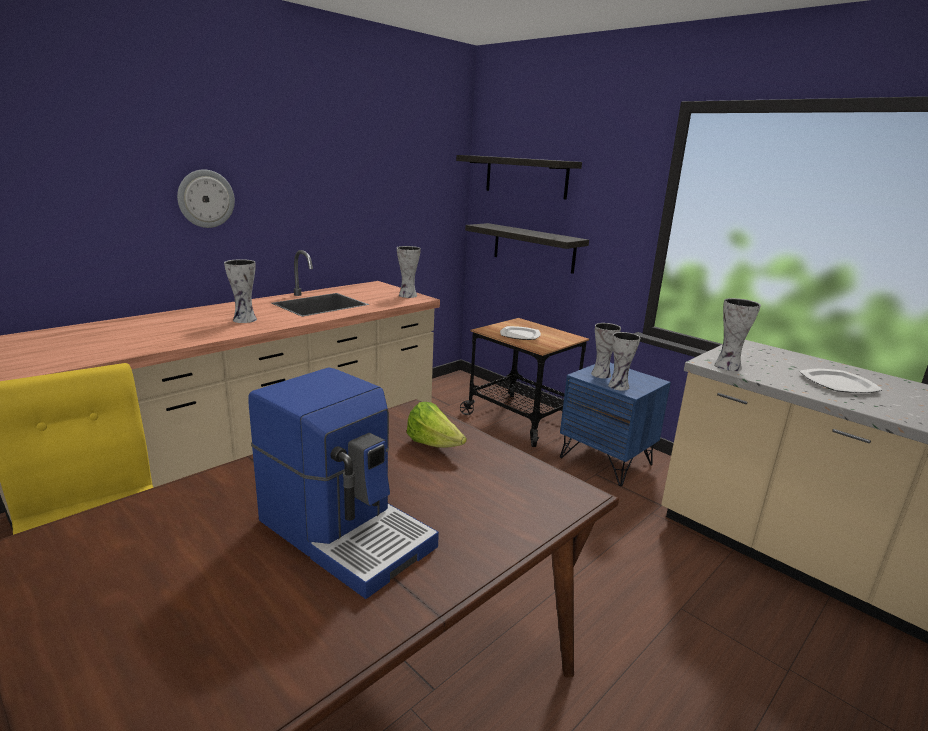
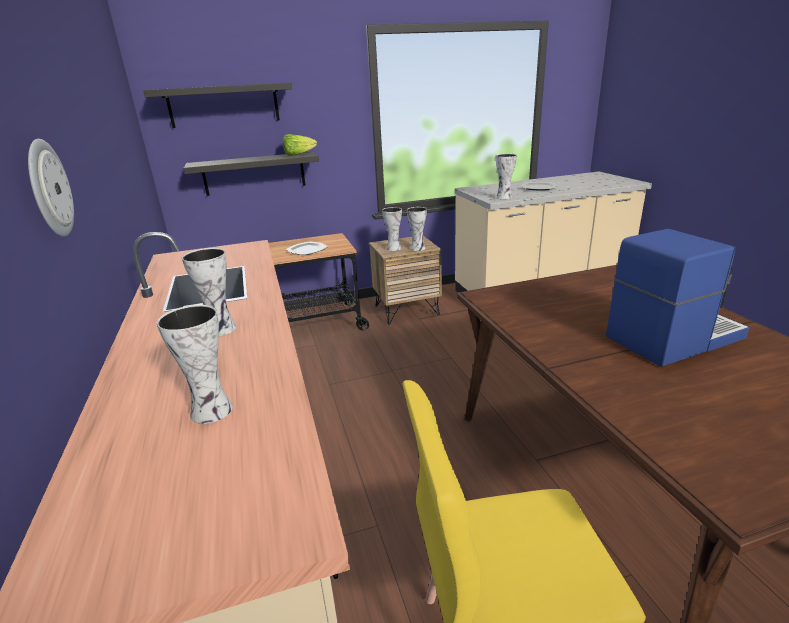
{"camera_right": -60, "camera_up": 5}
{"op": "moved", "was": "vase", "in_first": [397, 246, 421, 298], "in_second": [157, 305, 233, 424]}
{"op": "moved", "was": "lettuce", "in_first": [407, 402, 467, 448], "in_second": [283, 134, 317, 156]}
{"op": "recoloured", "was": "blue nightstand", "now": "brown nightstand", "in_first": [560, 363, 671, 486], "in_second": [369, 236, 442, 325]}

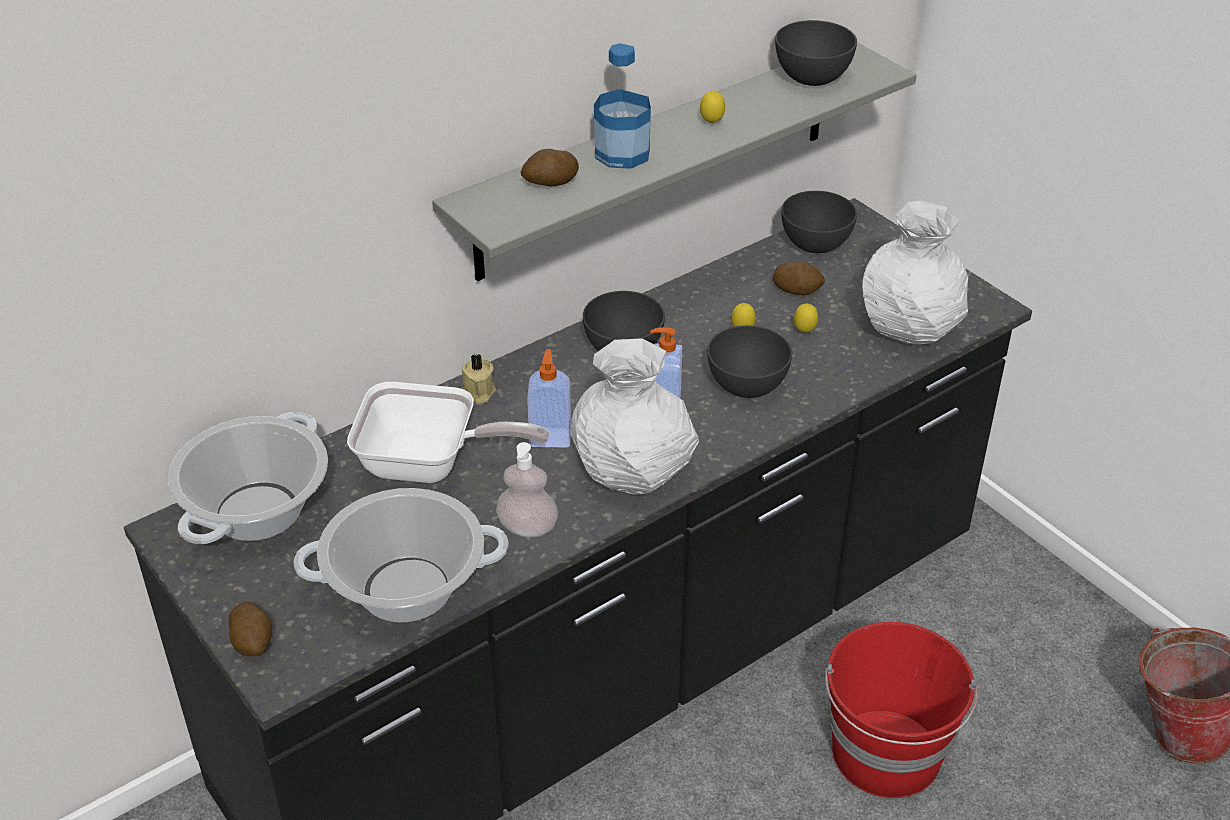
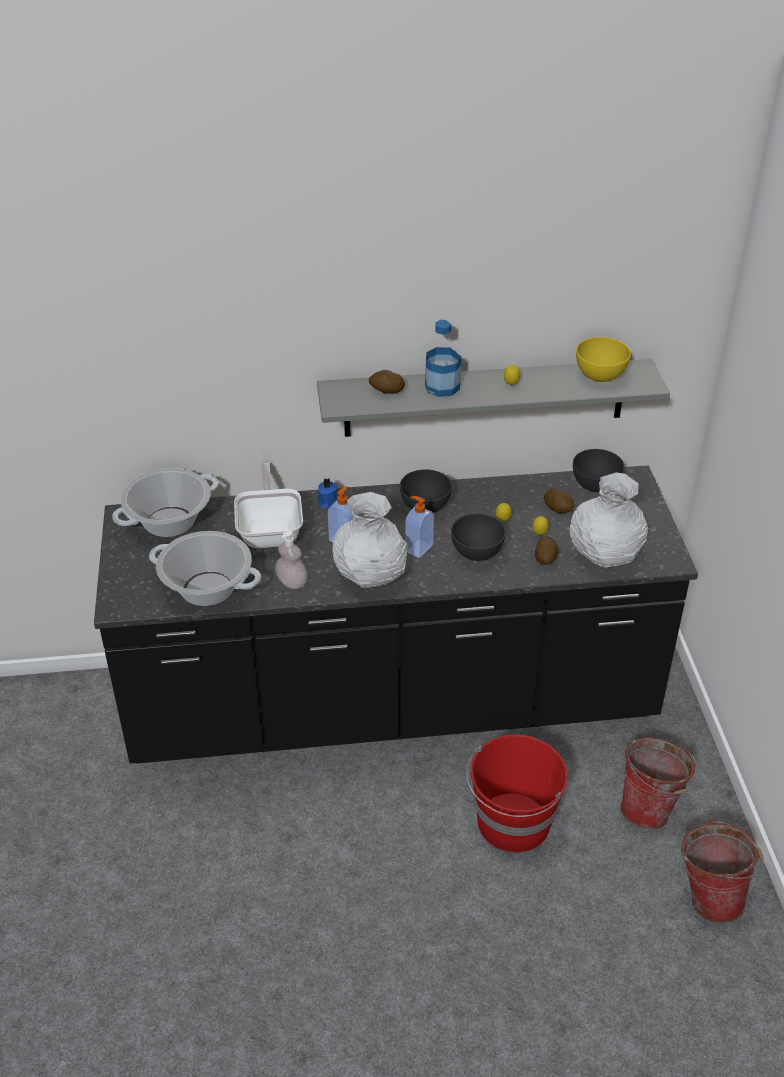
{"camera_right": 30, "camera_up": 0}
{"op": "added", "now": "bucket", "in_second": [620, 737, 698, 829]}
{"op": "moved", "was": "potato", "in_first": [229, 602, 272, 656], "in_second": [535, 536, 559, 565]}
{"op": "recoloured", "was": "beige candle", "now": "blue candle", "in_first": [462, 354, 496, 404], "in_second": [318, 478, 337, 509]}
{"op": "recoloured", "was": "grey bowl", "now": "yellow bowl", "in_first": [775, 20, 857, 86], "in_second": [576, 337, 631, 382]}
{"op": "turned", "was": "frying pan", "in_first": [347, 382, 549, 483], "in_second": [234, 461, 303, 548], "clockwise": -135}

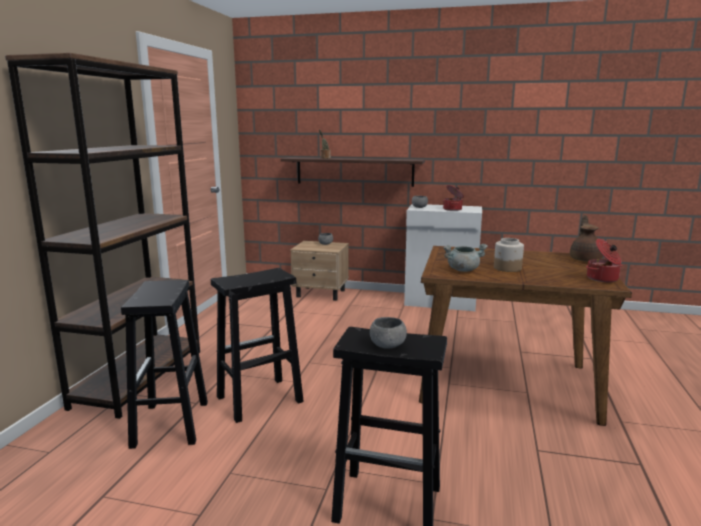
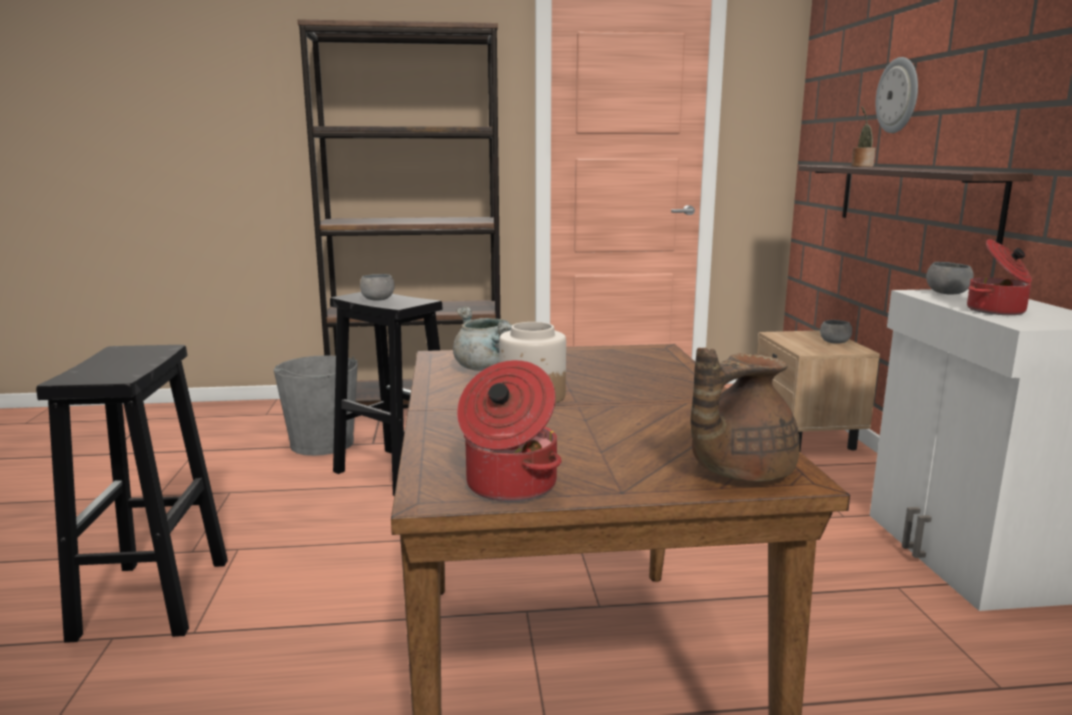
{"camera_right": 70, "camera_up": 0}
{"op": "added", "now": "wall clock", "in_second": [876, 57, 918, 133]}
{"op": "moved", "was": "grey bowl", "in_first": [370, 317, 407, 349], "in_second": [360, 274, 395, 301]}
{"op": "replaced", "was": "black stool", "now": "grey bucket", "in_first": [121, 280, 208, 449], "in_second": [274, 355, 358, 456]}
{"op": "turned", "was": "brown teapot", "in_first": [570, 215, 603, 261], "in_second": [690, 348, 800, 482], "clockwise": 150}

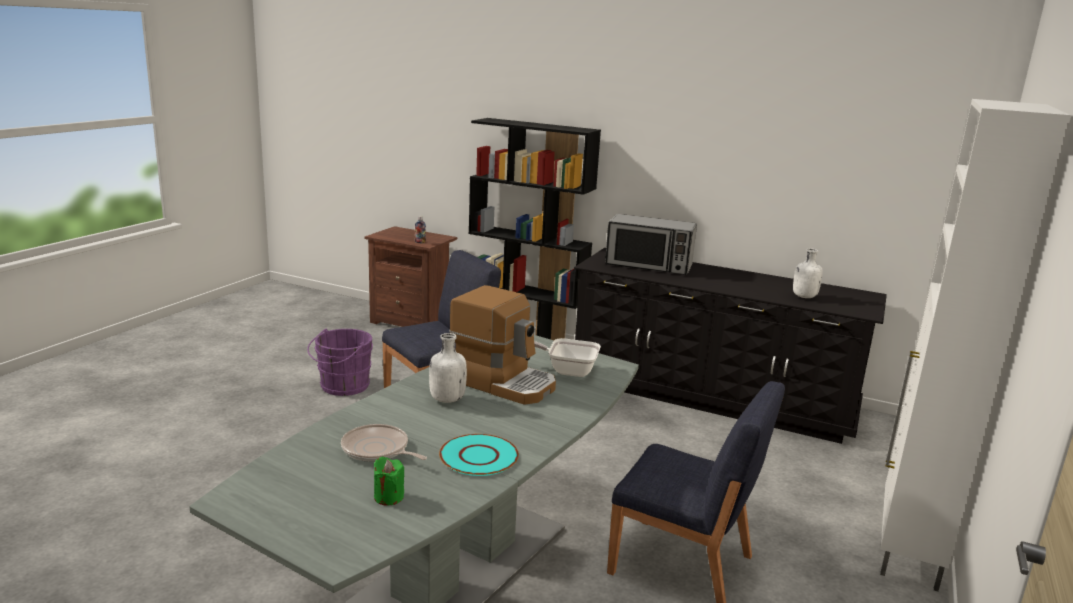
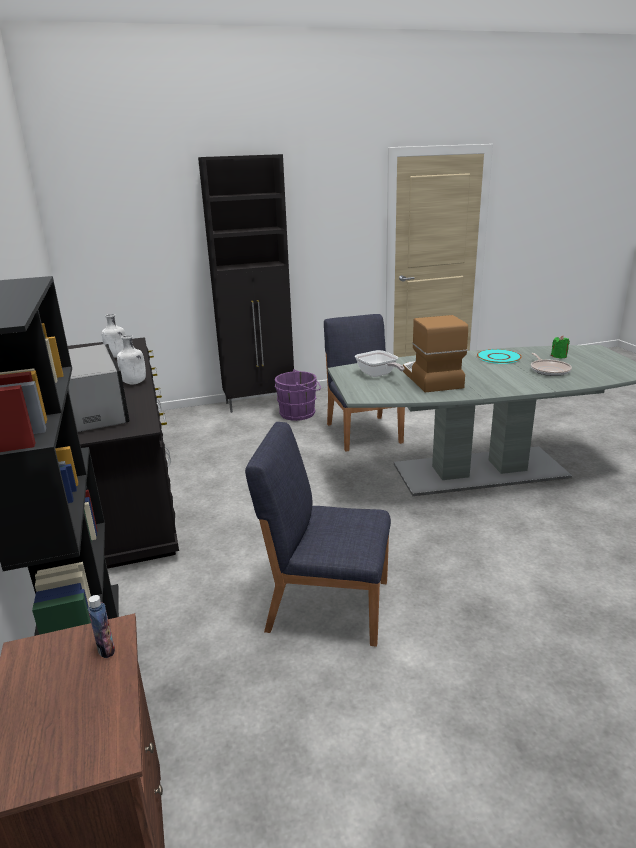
{"camera_right": -130, "camera_up": 5}
{"op": "moved", "was": "purple bucket", "in_first": [307, 329, 373, 396], "in_second": [275, 369, 321, 421]}
{"op": "moved", "was": "white bottle", "in_first": [429, 333, 467, 403], "in_second": [117, 335, 146, 384]}
{"op": "recoloured", "was": "white cabinet", "now": "black cabinet", "in_first": [880, 99, 1071, 592], "in_second": [198, 154, 294, 413]}

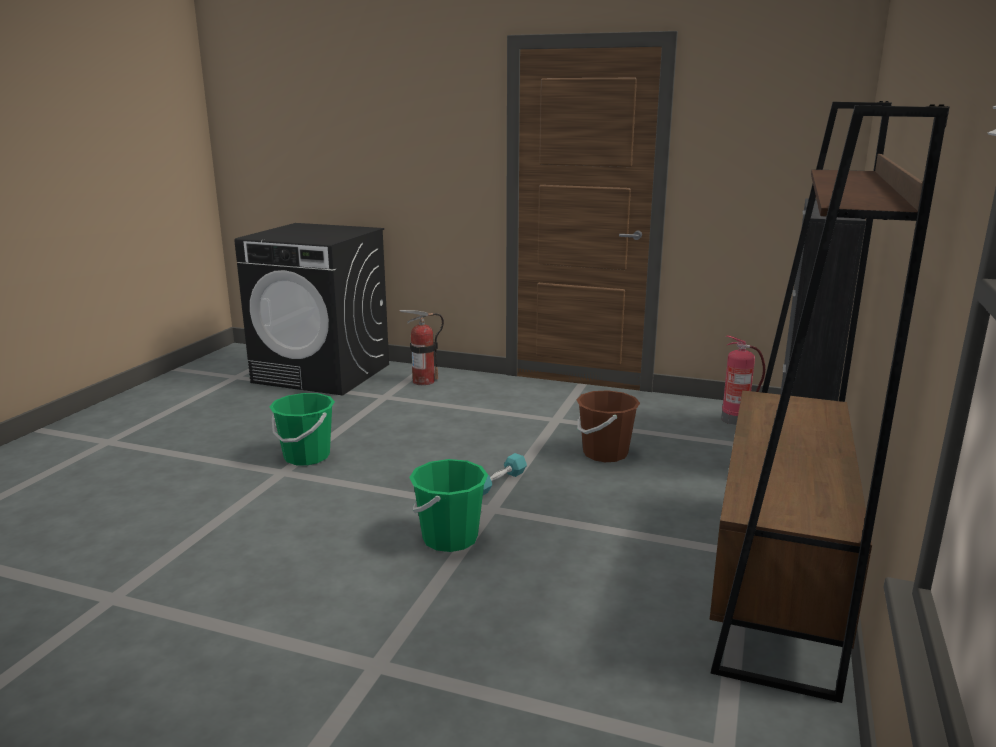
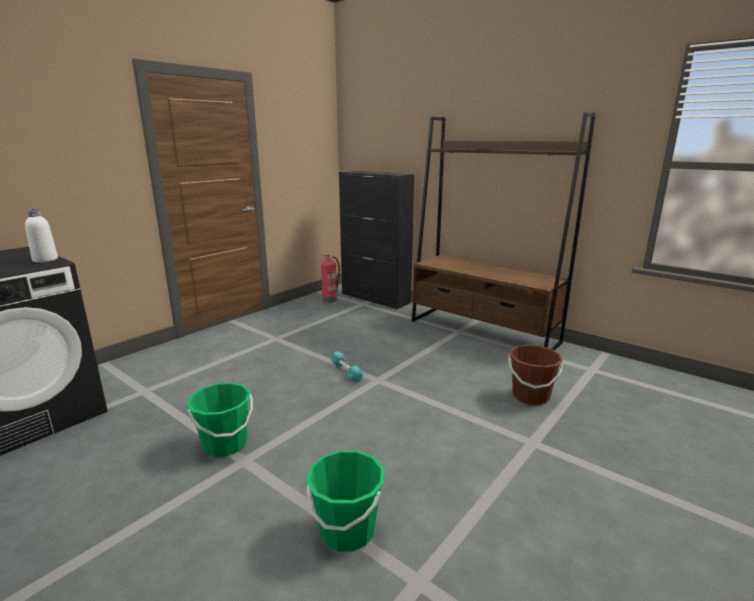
{"camera_right": -70, "camera_up": 0}
{"op": "removed", "was": "fire extinguisher", "in_first": [399, 310, 444, 385]}
{"op": "added", "now": "white bottle", "in_second": [25, 209, 58, 262]}
{"op": "moved", "was": "green bucket", "in_first": [409, 459, 488, 552], "in_second": [306, 450, 384, 552]}
{"op": "moved", "was": "brown bucket", "in_first": [577, 390, 640, 462], "in_second": [508, 345, 563, 405]}

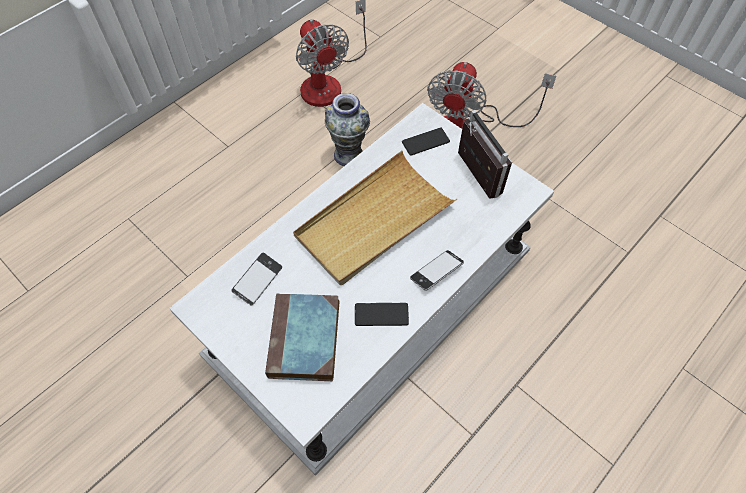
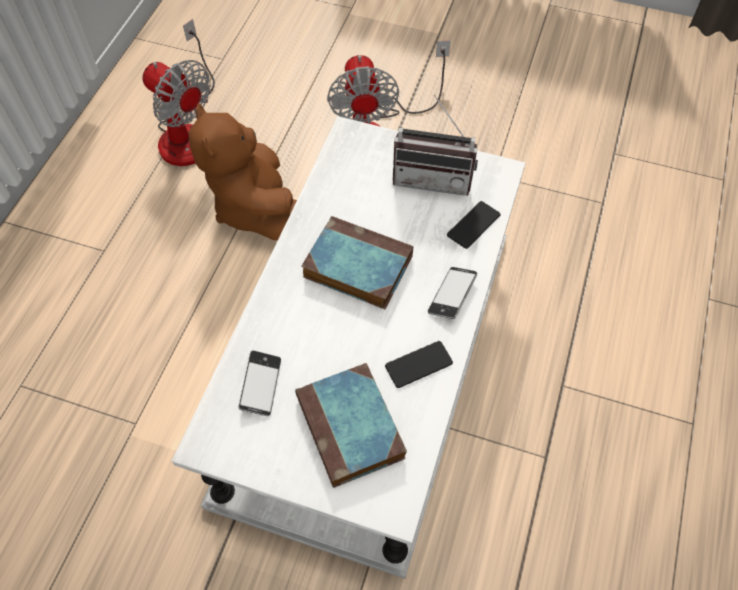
{"camera_right": -25, "camera_up": 0}
{"op": "moved", "was": "phone", "in_first": [402, 127, 450, 156], "in_second": [447, 201, 501, 249]}
{"op": "replaced", "was": "beige tray", "now": "book", "in_first": [293, 151, 457, 285], "in_second": [301, 216, 413, 309]}
{"op": "replaced", "was": "vase", "now": "brown plush toy", "in_first": [325, 93, 370, 166], "in_second": [189, 103, 297, 241]}
{"op": "turned", "was": "radio", "in_first": [458, 110, 512, 199], "in_second": [393, 94, 478, 196], "clockwise": 150}

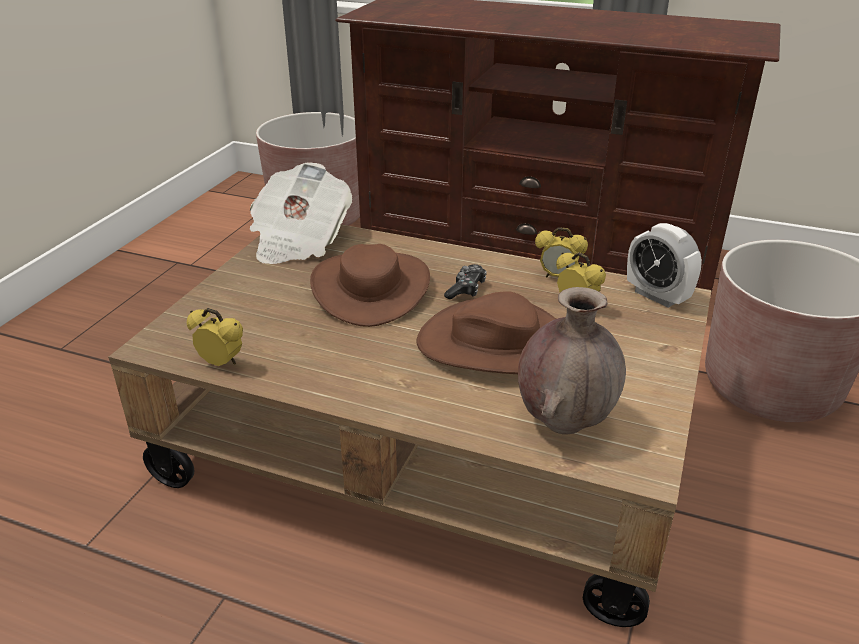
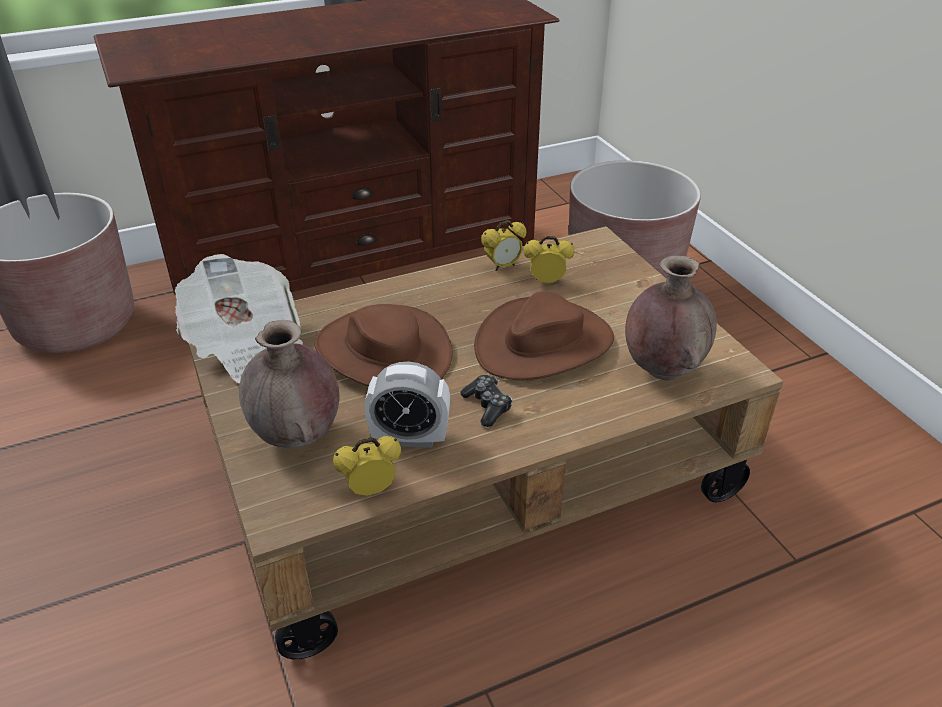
{"camera_right": -45, "camera_up": 5}
{"op": "added", "now": "brown vase", "in_second": [239, 320, 340, 448]}
{"op": "moved", "was": "game controller", "in_first": [444, 264, 487, 299], "in_second": [460, 375, 512, 427]}
{"op": "moved", "was": "alarm clock", "in_first": [627, 223, 702, 308], "in_second": [365, 362, 450, 448]}

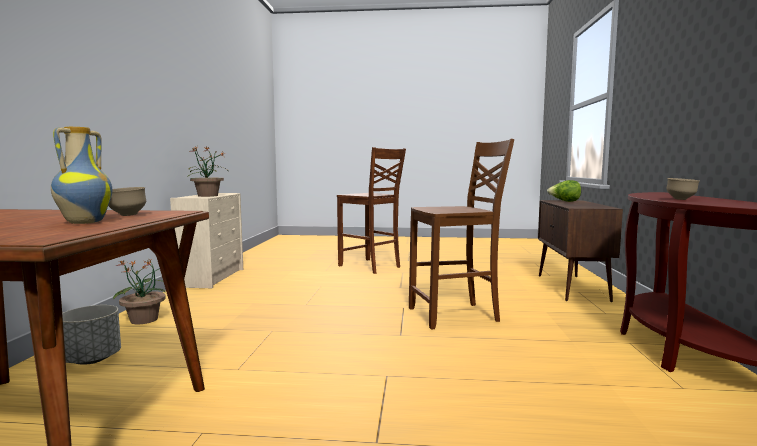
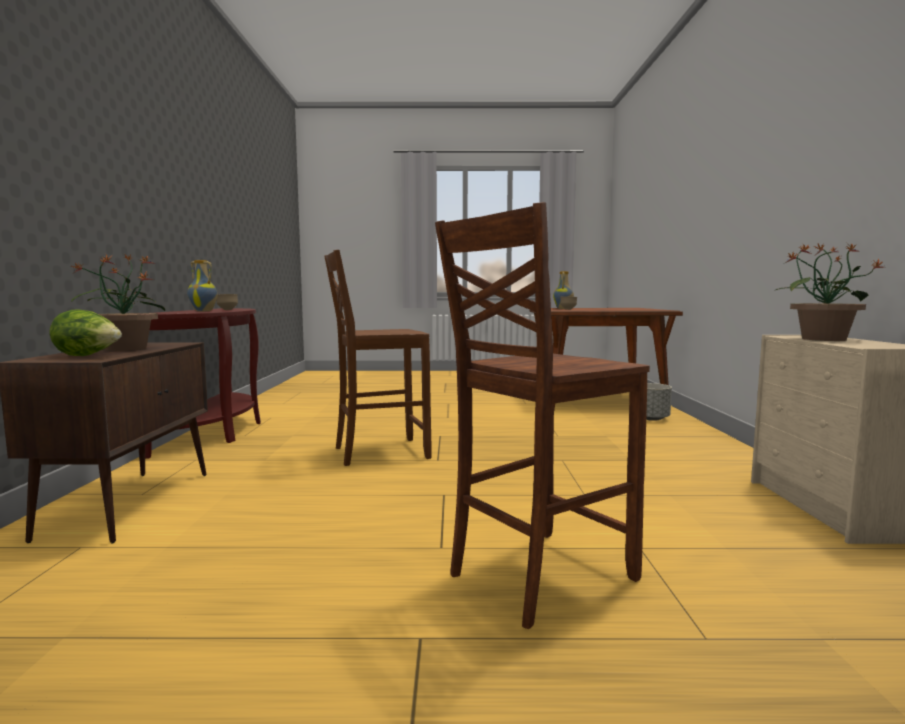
{"camera_right": 175, "camera_up": 0}
{"op": "added", "now": "vase", "in_second": [187, 260, 218, 311]}
{"op": "moved", "was": "potted plant", "in_first": [113, 259, 166, 324], "in_second": [71, 254, 165, 351]}
{"op": "turned", "was": "brown chair", "in_first": [337, 147, 406, 274], "in_second": [435, 202, 650, 629], "clockwise": -75}

